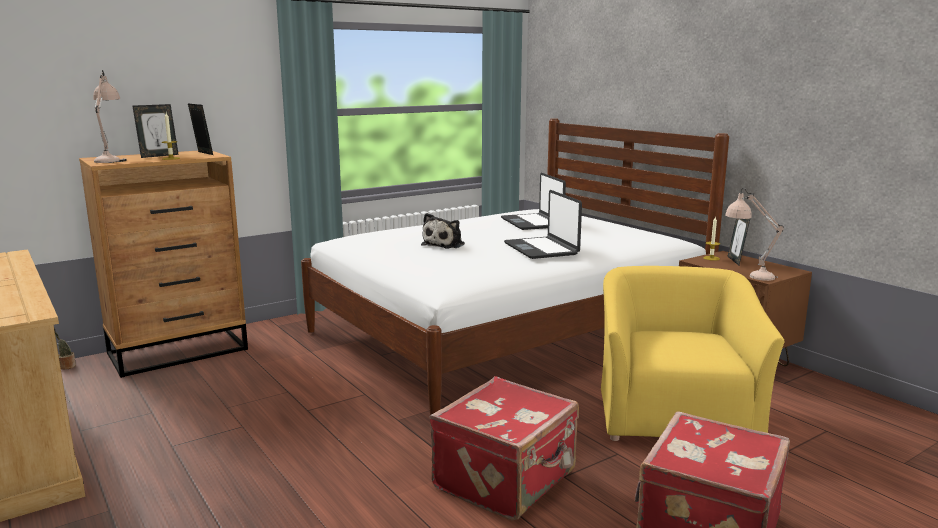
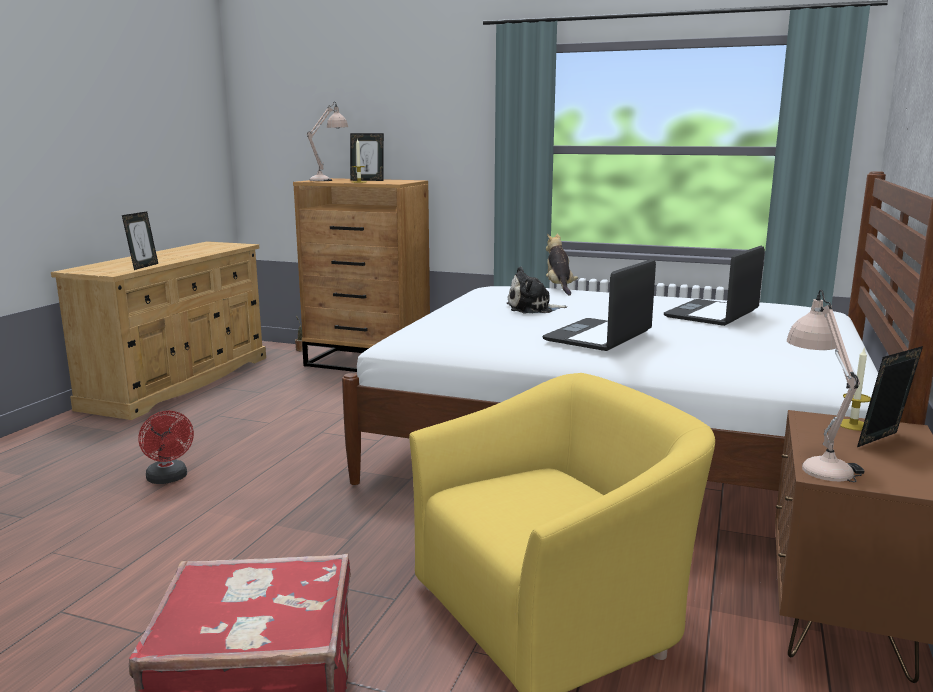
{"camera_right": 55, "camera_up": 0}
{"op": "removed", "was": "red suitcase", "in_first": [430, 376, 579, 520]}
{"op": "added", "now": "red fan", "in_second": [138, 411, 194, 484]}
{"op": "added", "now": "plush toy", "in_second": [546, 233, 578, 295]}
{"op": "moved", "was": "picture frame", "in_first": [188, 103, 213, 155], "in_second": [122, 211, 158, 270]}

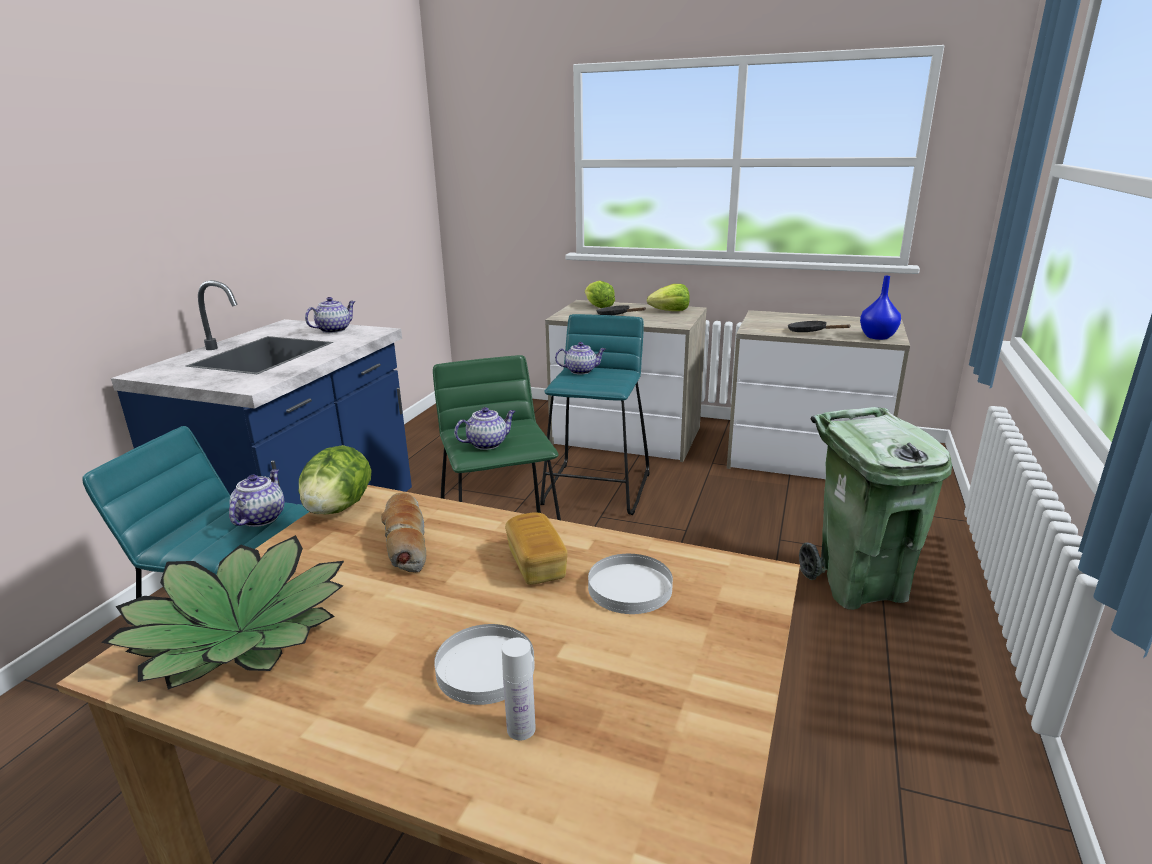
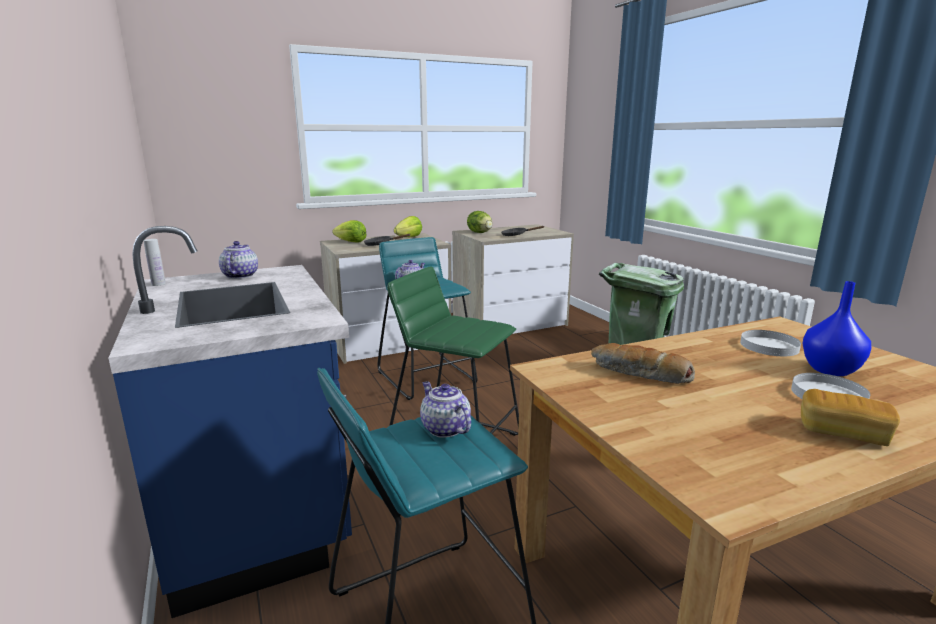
{"camera_right": -45, "camera_up": -5}
{"op": "removed", "was": "potted plant", "in_first": [101, 535, 344, 689]}
{"op": "removed", "was": "teapot", "in_first": [454, 407, 516, 450]}
{"op": "moved", "was": "lettuce", "in_first": [299, 445, 371, 515], "in_second": [467, 211, 492, 233]}
{"op": "moved", "was": "white bottle", "in_first": [502, 638, 536, 740], "in_second": [144, 239, 166, 286]}
{"op": "moved", "was": "bread", "in_first": [505, 512, 568, 585], "in_second": [801, 389, 900, 446]}
{"op": "moved", "was": "blue vase", "in_first": [860, 276, 901, 340], "in_second": [802, 281, 871, 376]}

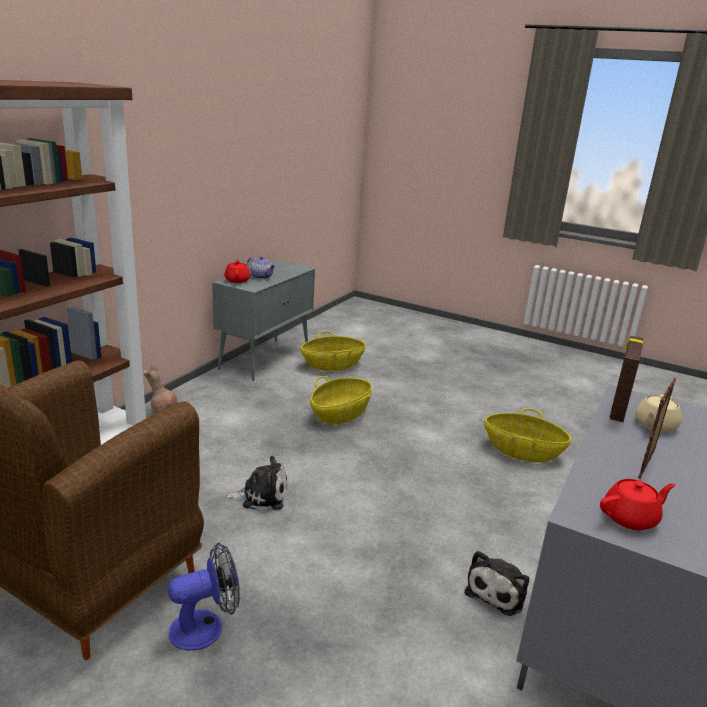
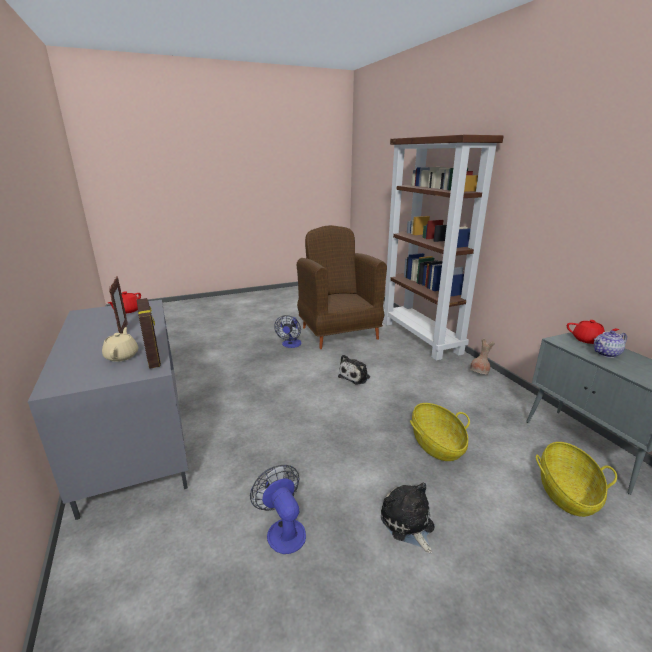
{"camera_right": 130, "camera_up": 0}
{"op": "moved", "was": "plush toy", "in_first": [465, 551, 529, 616], "in_second": [381, 483, 434, 553]}
{"op": "replaced", "was": "basket", "now": "fan", "in_first": [484, 408, 571, 463], "in_second": [250, 465, 306, 554]}

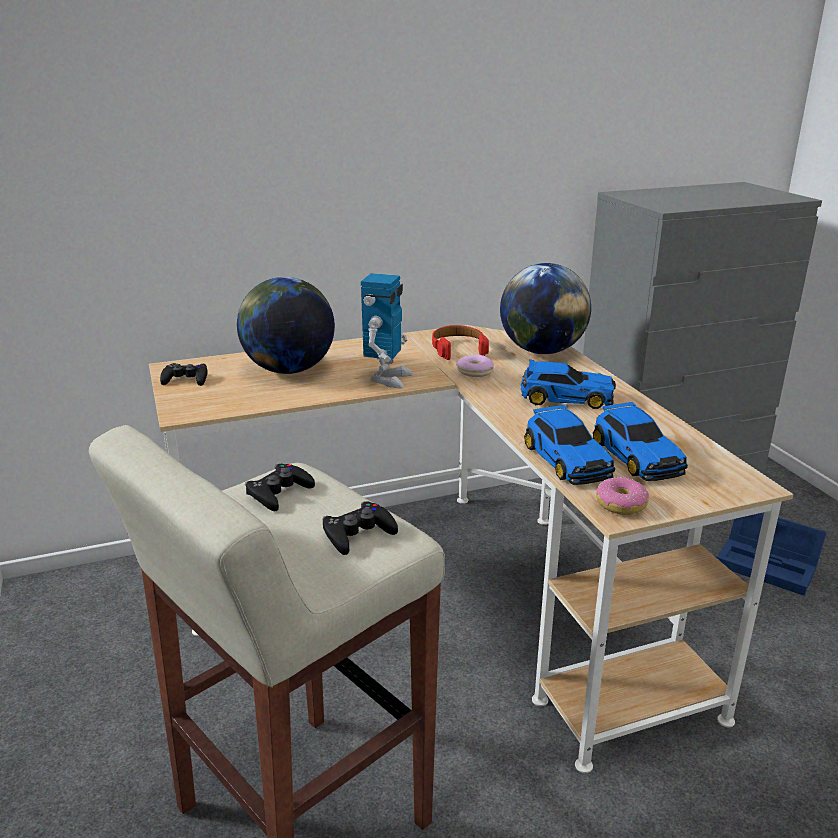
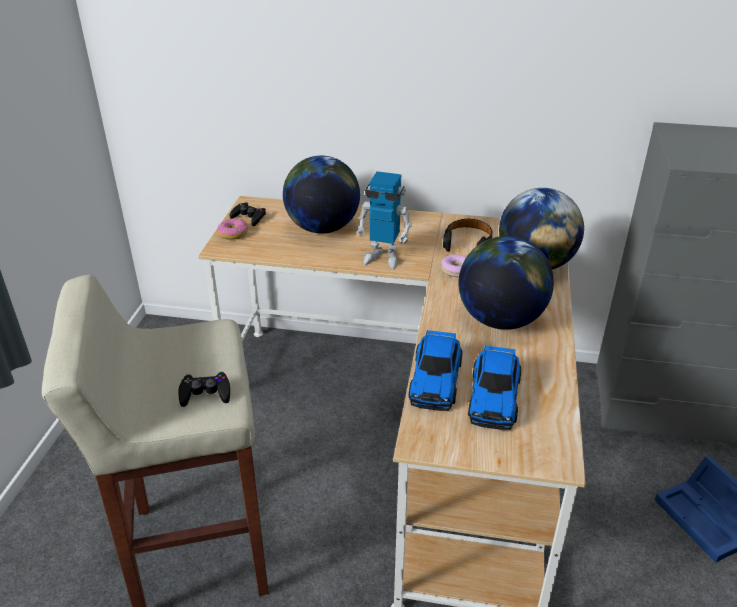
{"camera_right": 30, "camera_up": 10}
{"op": "removed", "was": "black game controller", "in_first": [245, 464, 315, 512]}
{"op": "moved", "was": "donut", "in_first": [596, 477, 649, 515], "in_second": [217, 218, 248, 240]}
{"op": "replaced", "was": "toy car", "now": "globe", "in_first": [521, 359, 616, 409], "in_second": [458, 236, 554, 330]}
{"op": "recoloured", "was": "red headphones", "now": "black headphones", "in_first": [432, 325, 489, 360], "in_second": [443, 219, 493, 252]}
{"op": "turned", "was": "toy robot", "in_first": [361, 273, 414, 389], "in_second": [356, 171, 412, 269], "clockwise": 60}

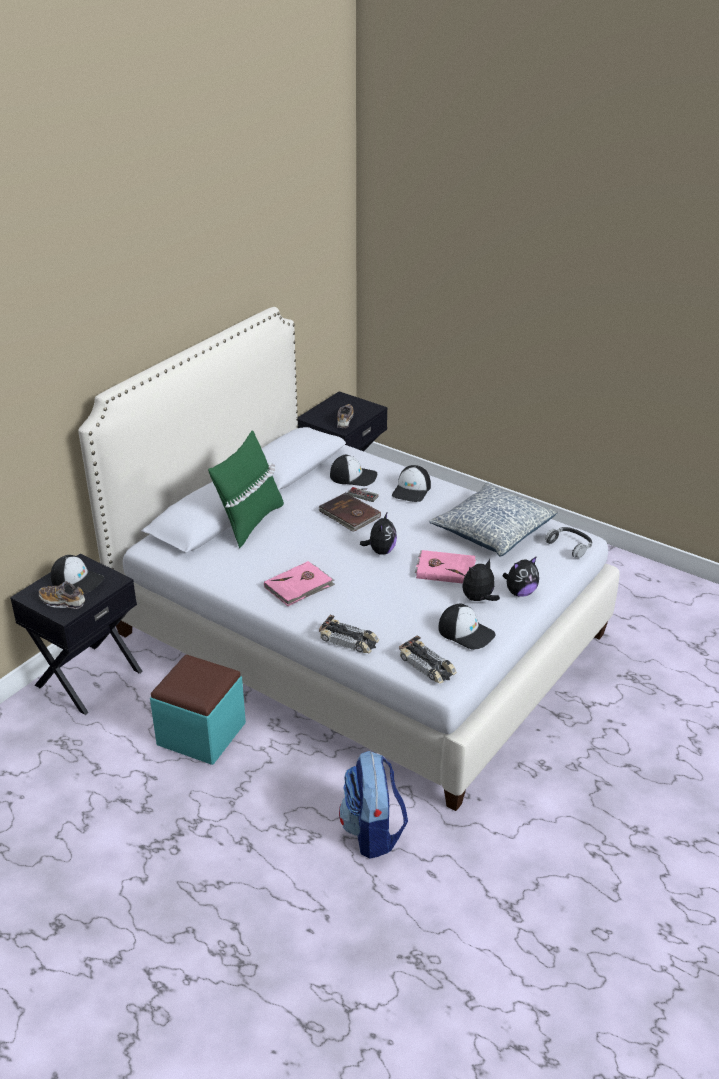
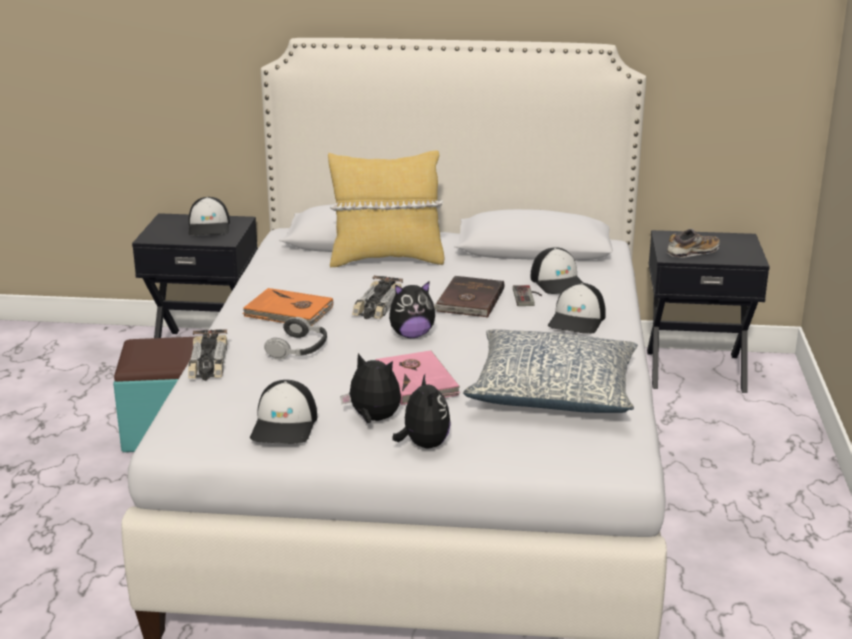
{"camera_right": 60, "camera_up": -10}
{"op": "removed", "was": "shoe", "in_first": [38, 581, 85, 609]}
{"op": "removed", "was": "backpack", "in_first": [339, 751, 408, 859]}
{"op": "moved", "was": "toy car", "in_first": [399, 635, 457, 684], "in_second": [352, 275, 403, 319]}
{"op": "moved", "was": "headphones", "in_first": [545, 527, 592, 558], "in_second": [264, 317, 327, 360]}
{"op": "recoloured", "was": "green pillow", "now": "yellow pillow", "in_first": [208, 430, 284, 548], "in_second": [328, 150, 445, 267]}
{"op": "recoloured", "was": "pink book", "now": "orange book", "in_first": [264, 561, 335, 606], "in_second": [242, 288, 333, 326]}
{"op": "turned", "was": "cap", "in_first": [392, 465, 431, 502], "in_second": [548, 283, 606, 334], "clockwise": -60}
{"op": "turned", "was": "plush toy", "in_first": [503, 556, 539, 597], "in_second": [392, 374, 451, 448], "clockwise": -135}

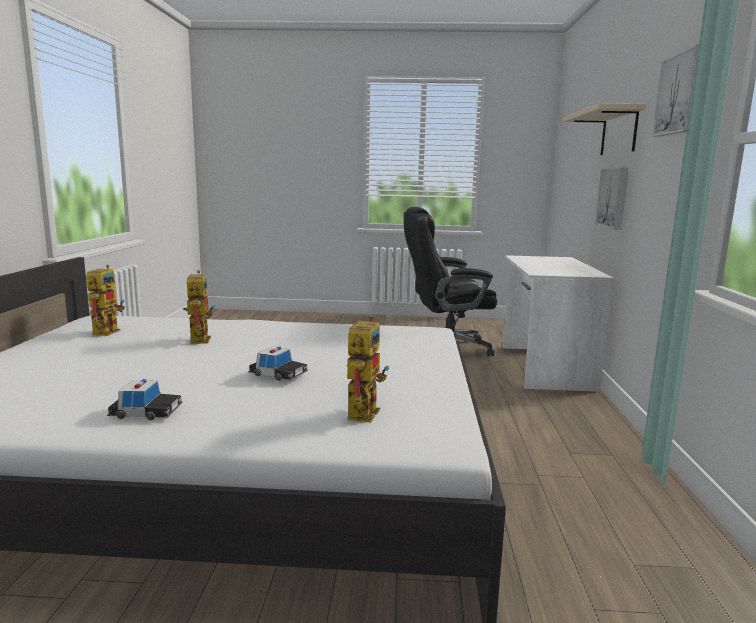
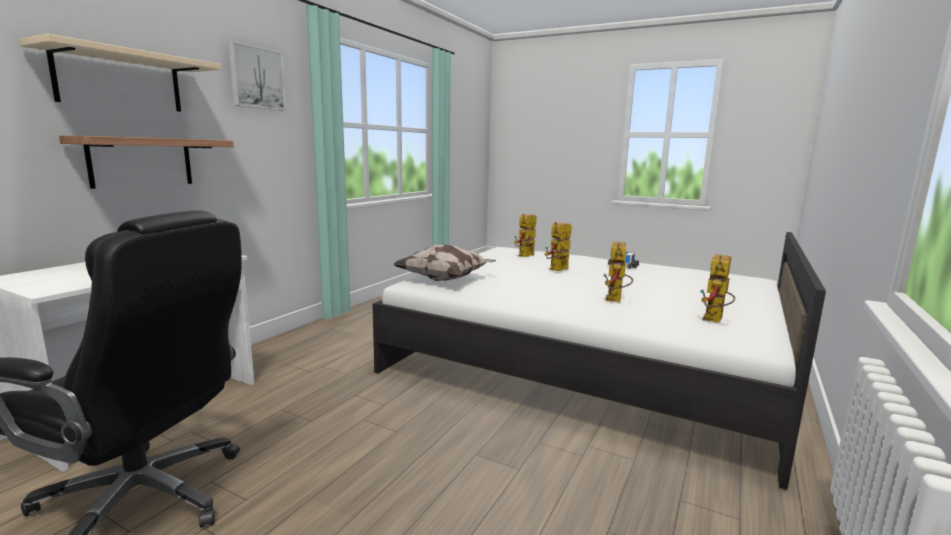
{"camera_right": -155, "camera_up": 0}
{"op": "added", "now": "pillow", "in_second": [393, 244, 496, 281]}
{"op": "replaced", "was": "toy car", "now": "toy robot", "in_first": [248, 347, 308, 381], "in_second": [544, 222, 572, 271]}
{"op": "replaced", "was": "picture", "now": "shelf", "in_first": [595, 168, 629, 229], "in_second": [59, 136, 234, 189]}

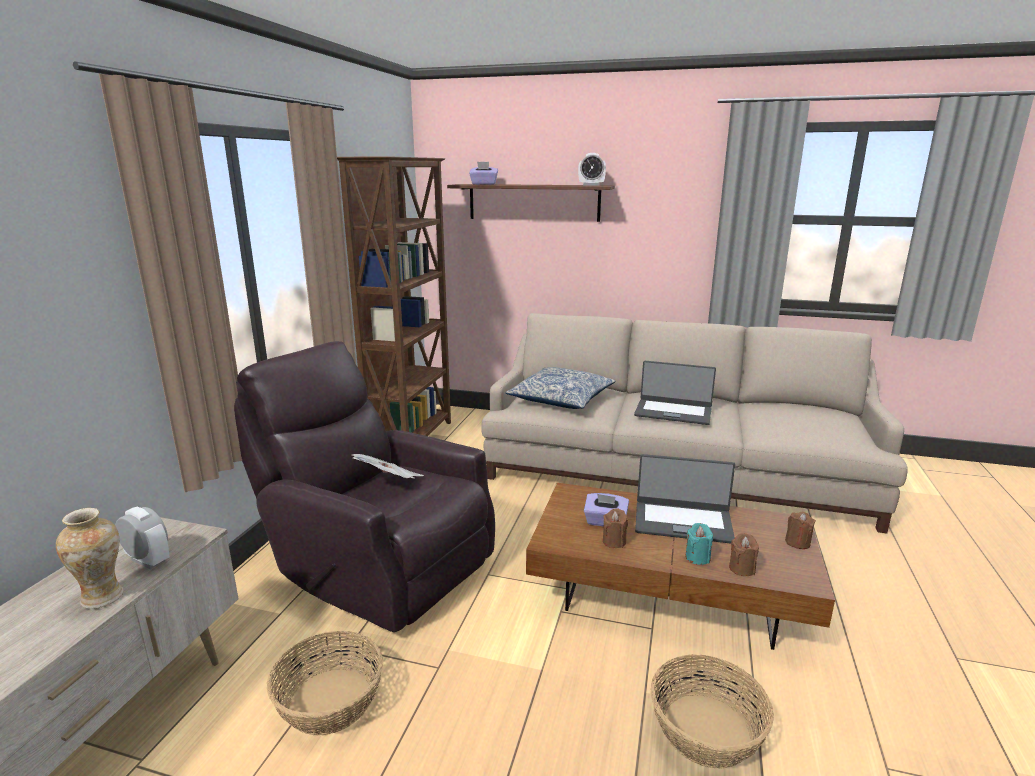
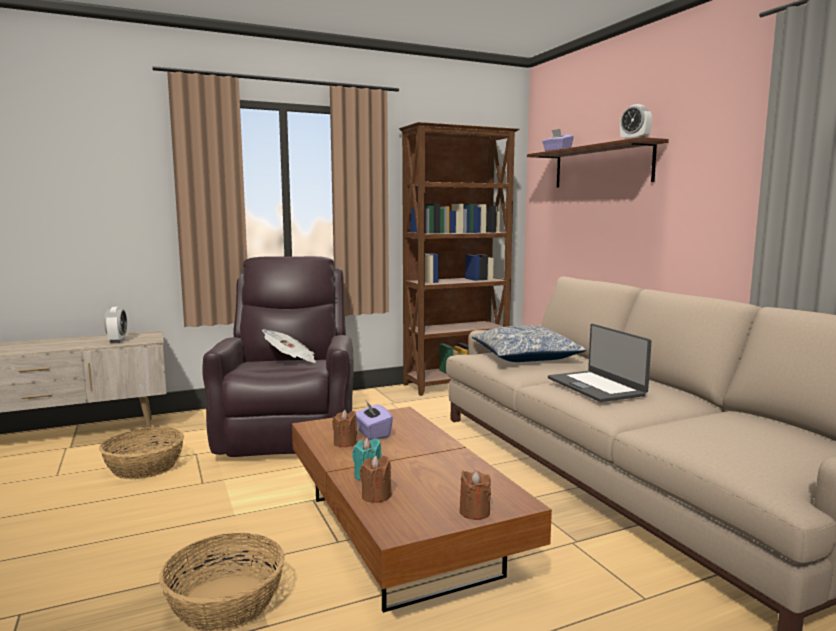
{"camera_right": 50, "camera_up": -10}
{"op": "removed", "was": "vase", "in_first": [56, 508, 123, 609]}
{"op": "removed", "was": "laptop", "in_first": [635, 454, 735, 544]}

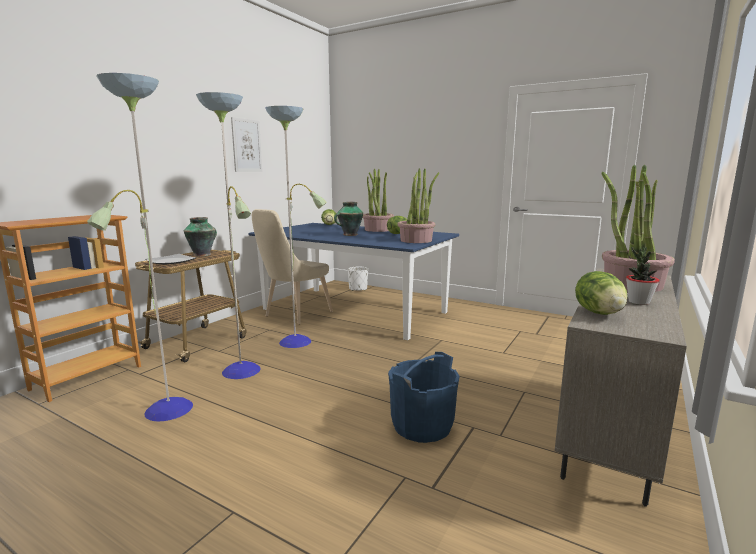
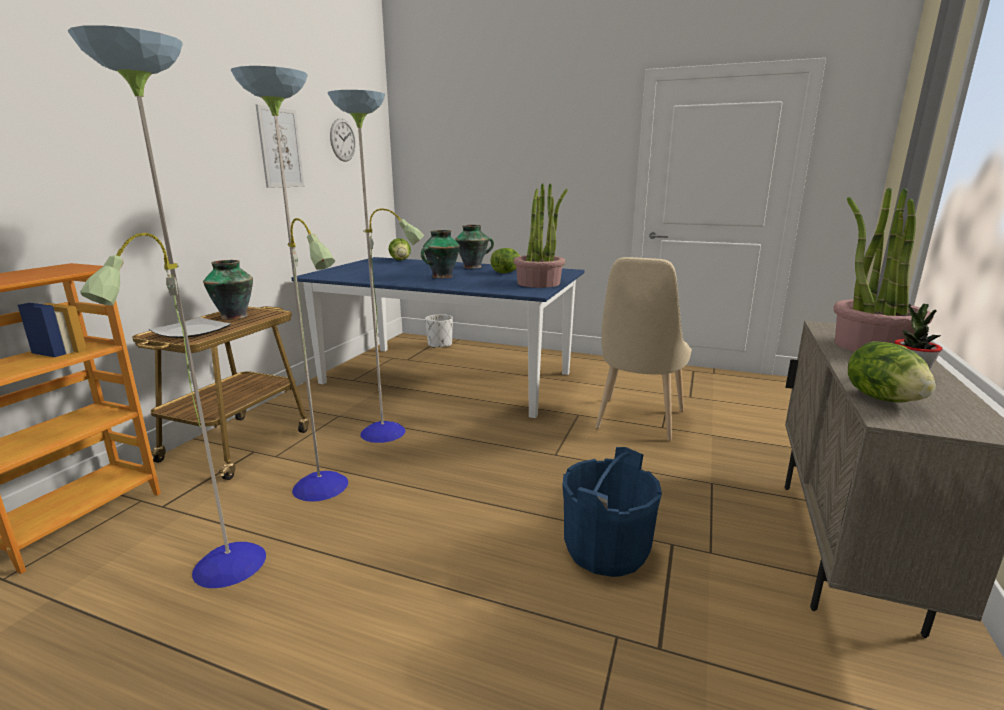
{"camera_right": -10, "camera_up": 5}
{"op": "added", "now": "wall clock", "in_second": [330, 118, 356, 162]}
{"op": "moved", "was": "beige chair", "in_first": [252, 209, 333, 324], "in_second": [595, 257, 692, 441]}
{"op": "replaced", "was": "potted plant", "now": "vase", "in_first": [362, 169, 394, 232], "in_second": [455, 225, 494, 269]}

